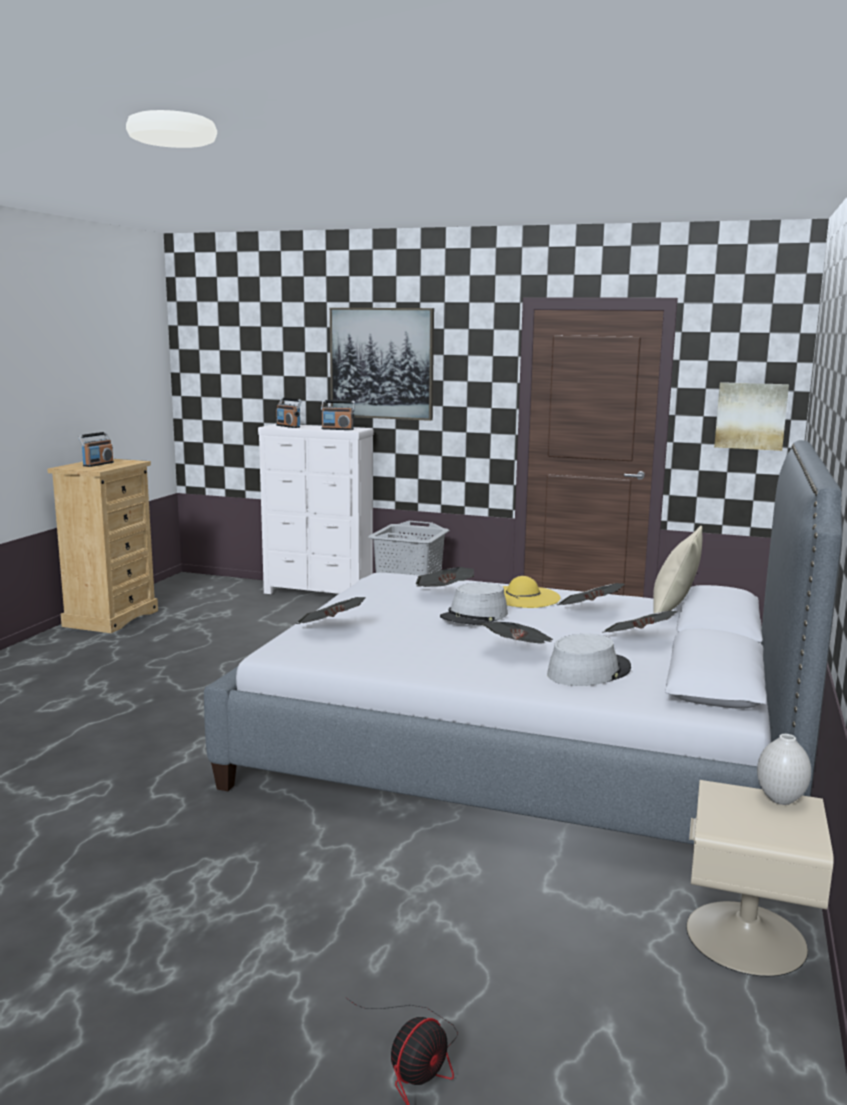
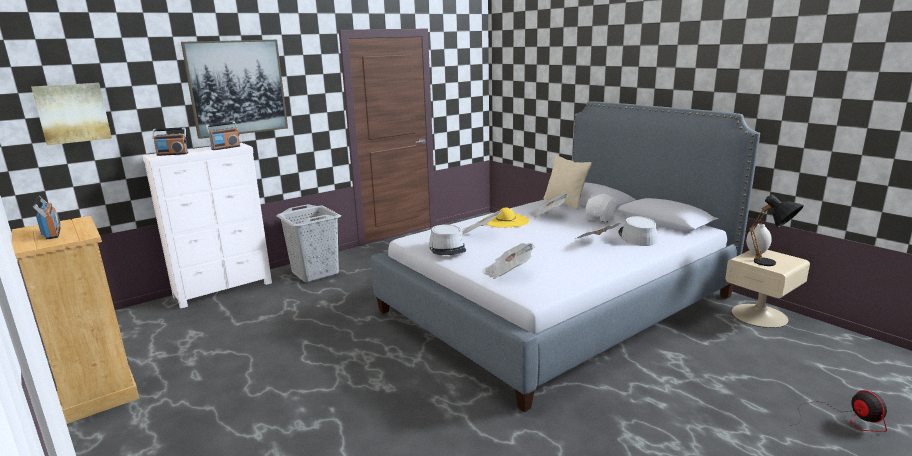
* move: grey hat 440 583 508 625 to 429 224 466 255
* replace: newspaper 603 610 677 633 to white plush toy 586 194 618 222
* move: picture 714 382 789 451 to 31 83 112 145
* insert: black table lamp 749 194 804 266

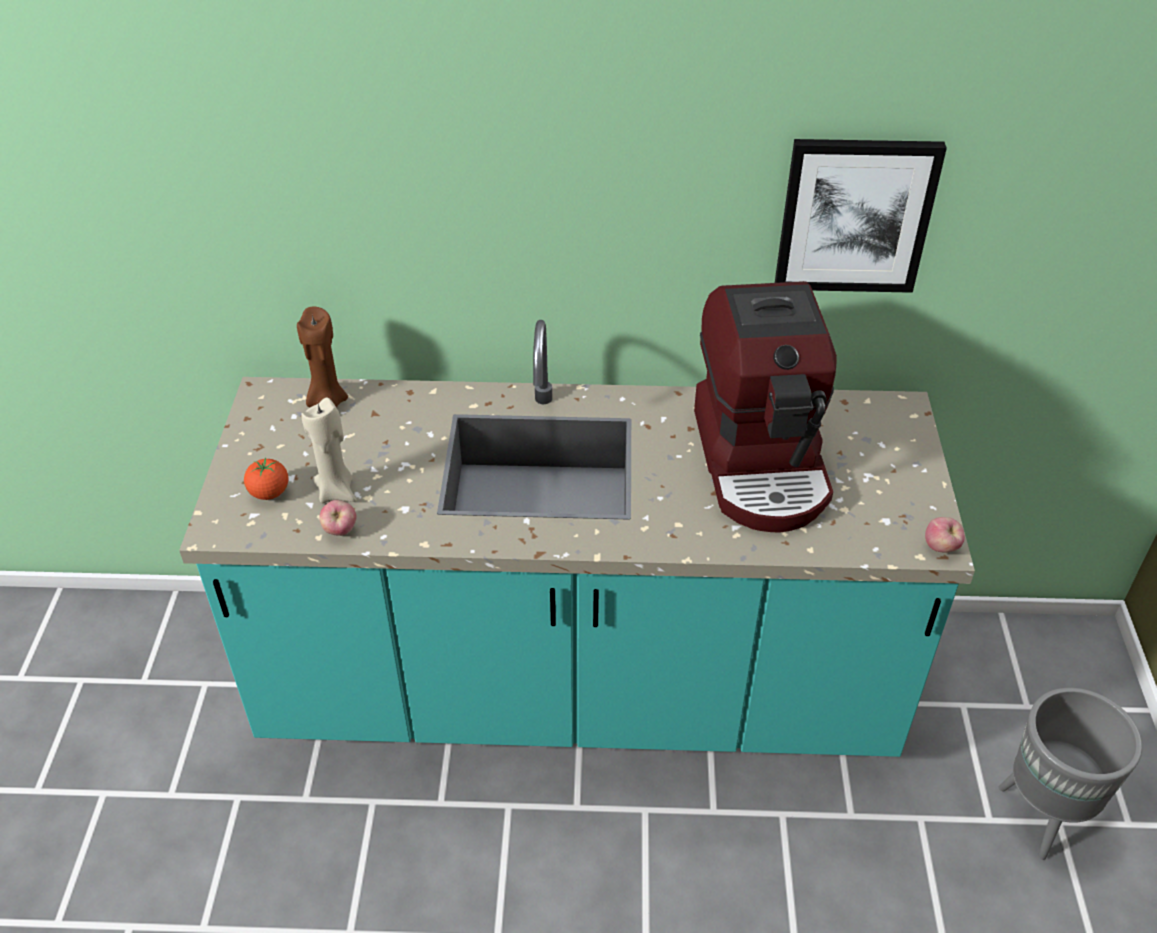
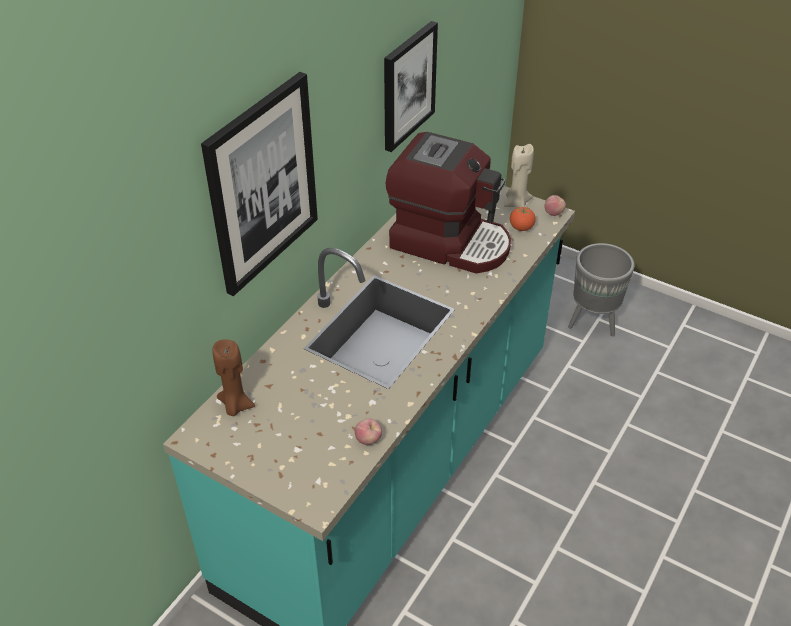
* move: tomato 244 457 288 500 to 510 207 536 231
* move: beige candle 301 398 356 503 to 504 144 534 208
* insert: picture 201 72 318 296

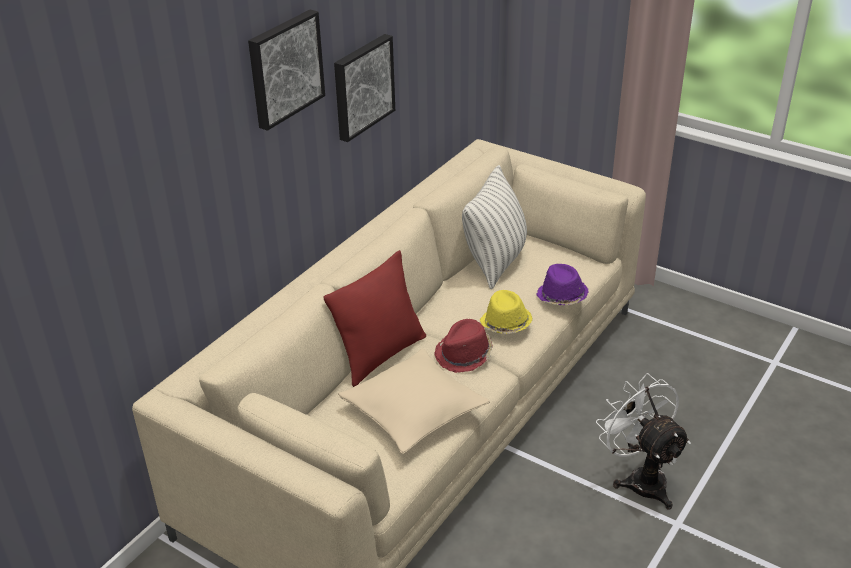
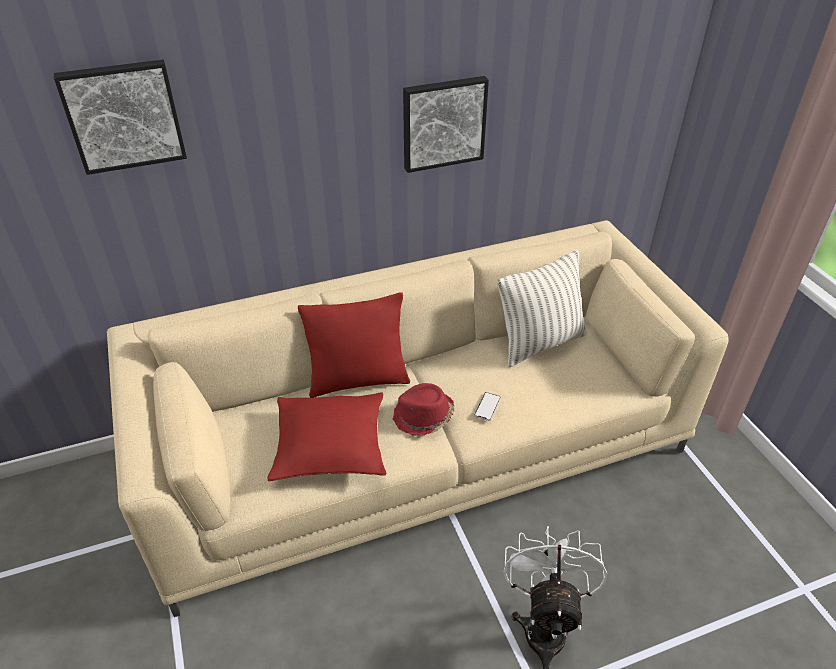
* move: picture 248 10 325 131 to 54 59 187 175
* recolor: beige pillow 338 348 490 454 to red pillow 267 392 387 481
* replace: yellow hat 480 290 532 334 to phone 474 392 501 421
* delete: purple hat 537 264 588 305

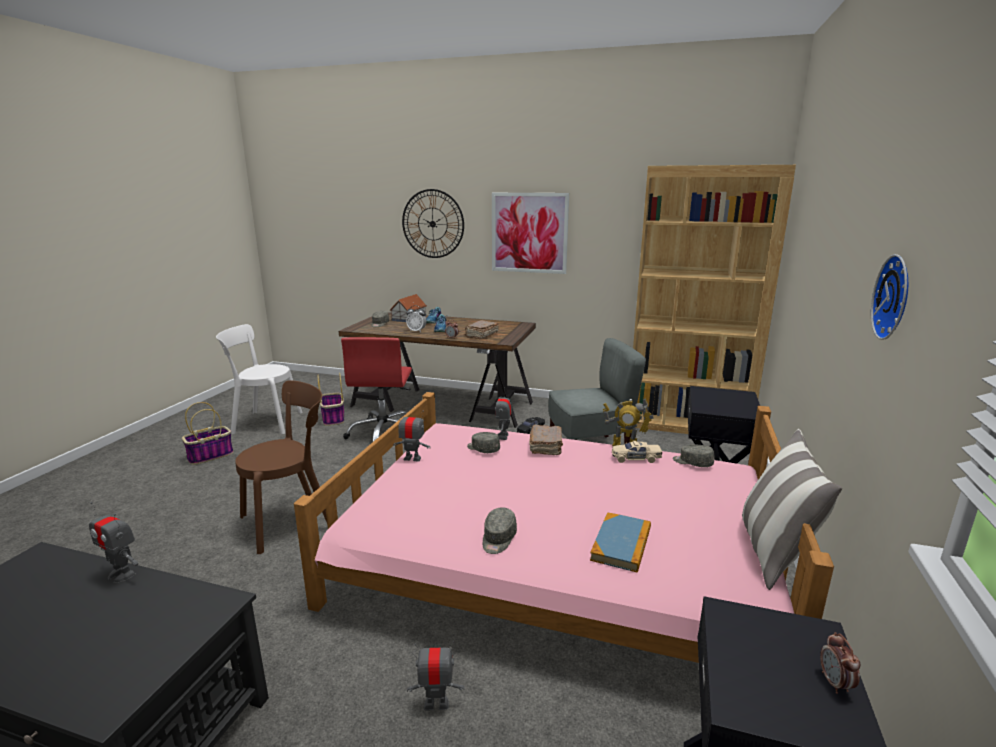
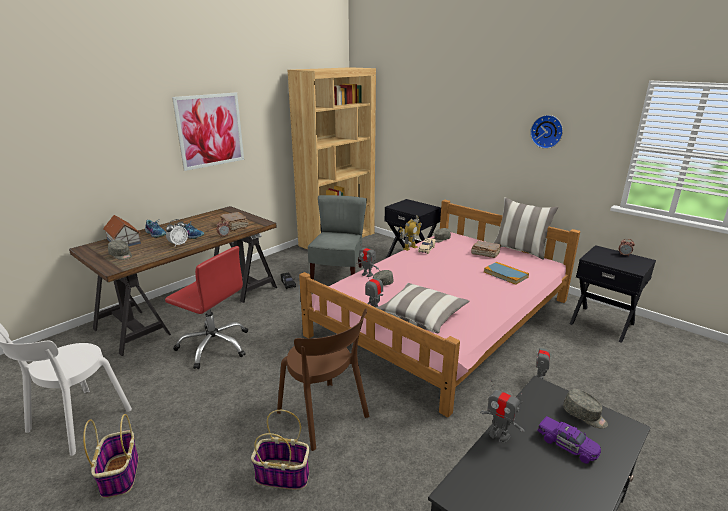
* rotate: toy robot 89 502 138 583 = 480 380 525 442 75 degrees clockwise
* rotate: brown chair 235 380 327 554 = 277 308 369 451 150 degrees clockwise
* move: basket 318 373 344 426 to 251 410 309 490
* delete: wall clock 402 189 464 258
* move: grey cap 483 507 517 554 to 563 389 608 428
* move: brown book 529 425 563 455 to 471 241 501 258
* insert: pillow 376 283 469 333
* insert: purple toy car 537 416 601 464

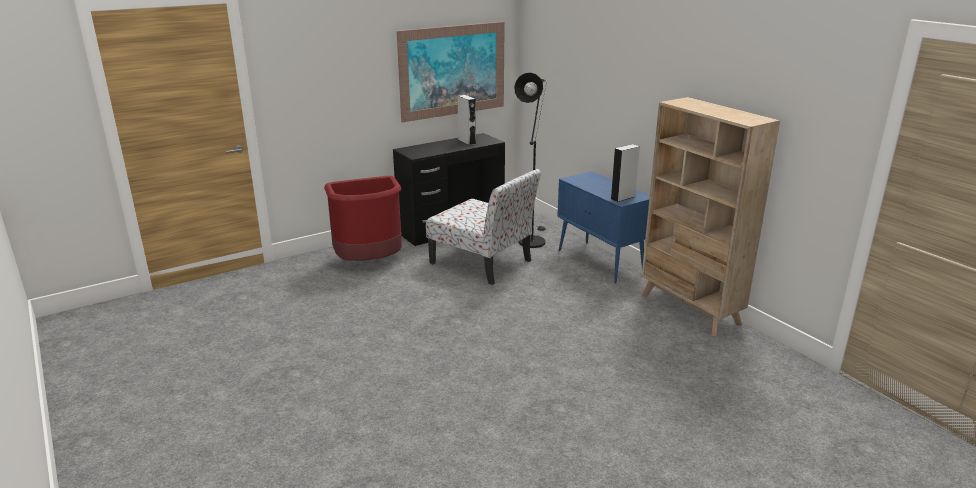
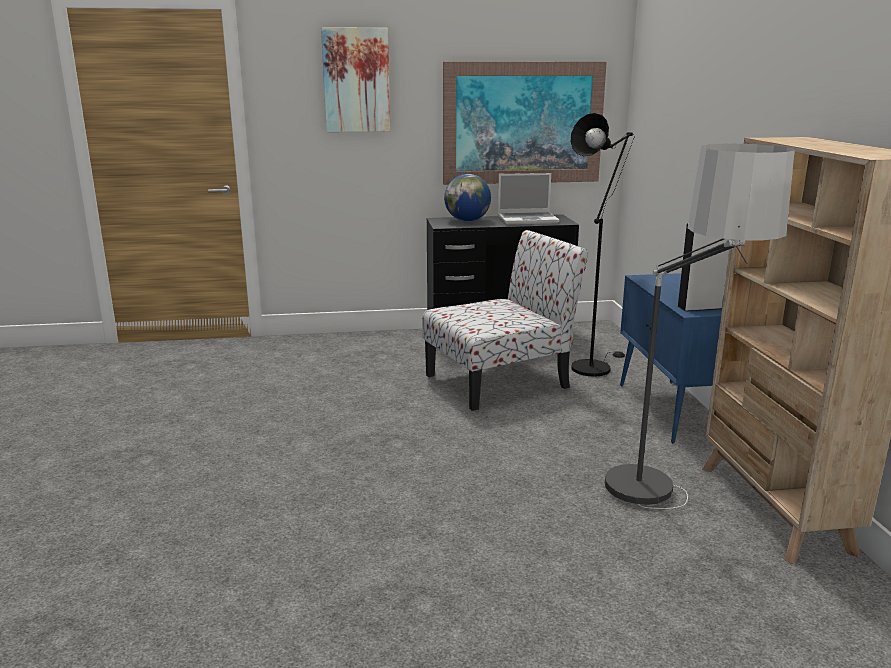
* delete: red trash can 324 176 402 261
* rotate: chair 426 169 541 285 = 422 230 589 411 90 degrees counterclockwise
* replace: grey speaker 457 95 476 145 to laptop 498 173 560 225
* insert: picture 321 27 390 132
* insert: globe 444 174 491 222
* insert: floor lamp 605 144 795 509

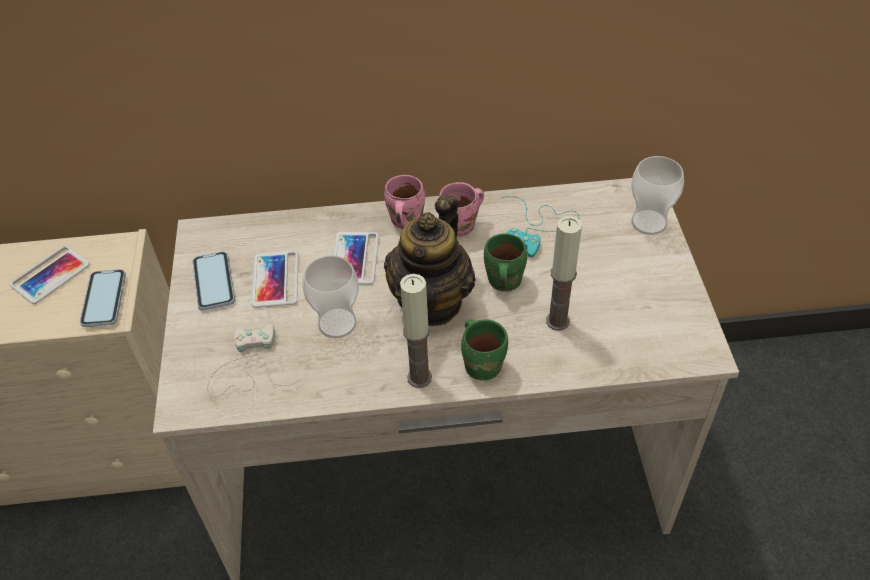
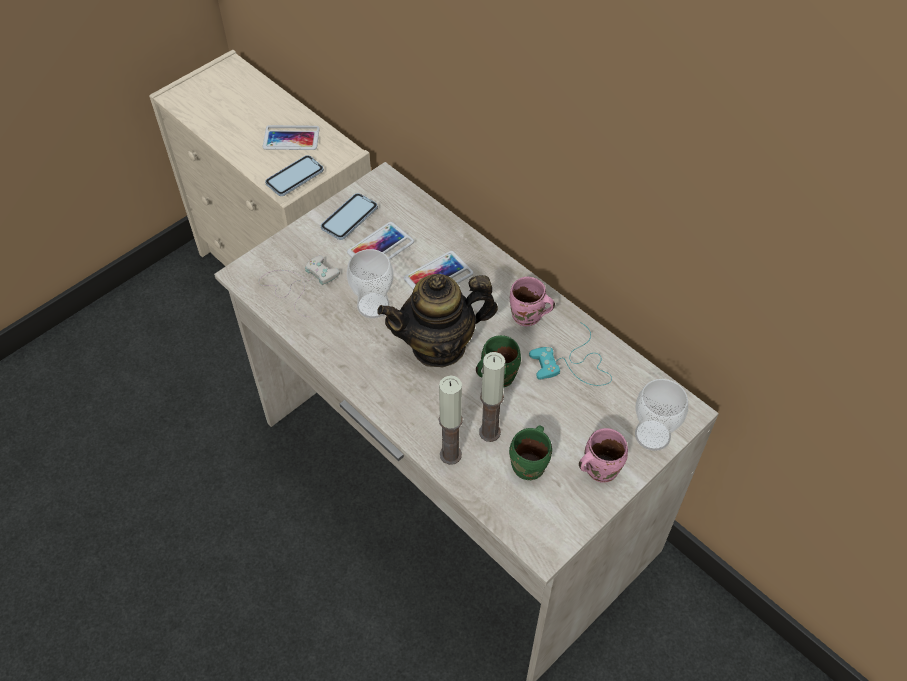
* move: pink mug 384 175 425 230 to 579 428 628 483
* move: candle 400 274 432 388 to 439 375 463 465
* move: green mug 461 319 508 381 to 509 425 552 480

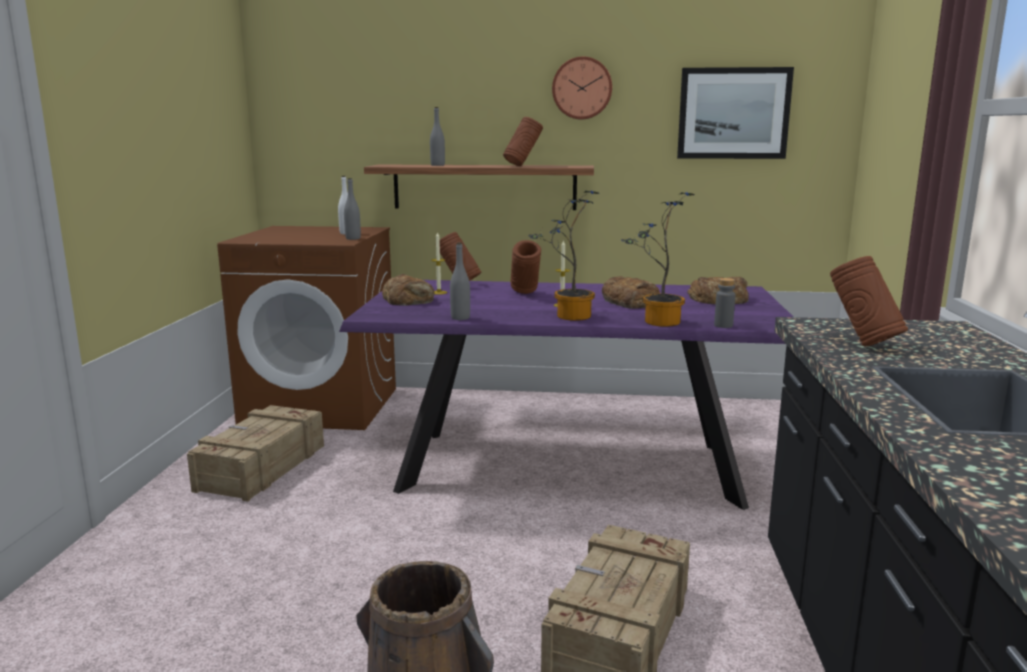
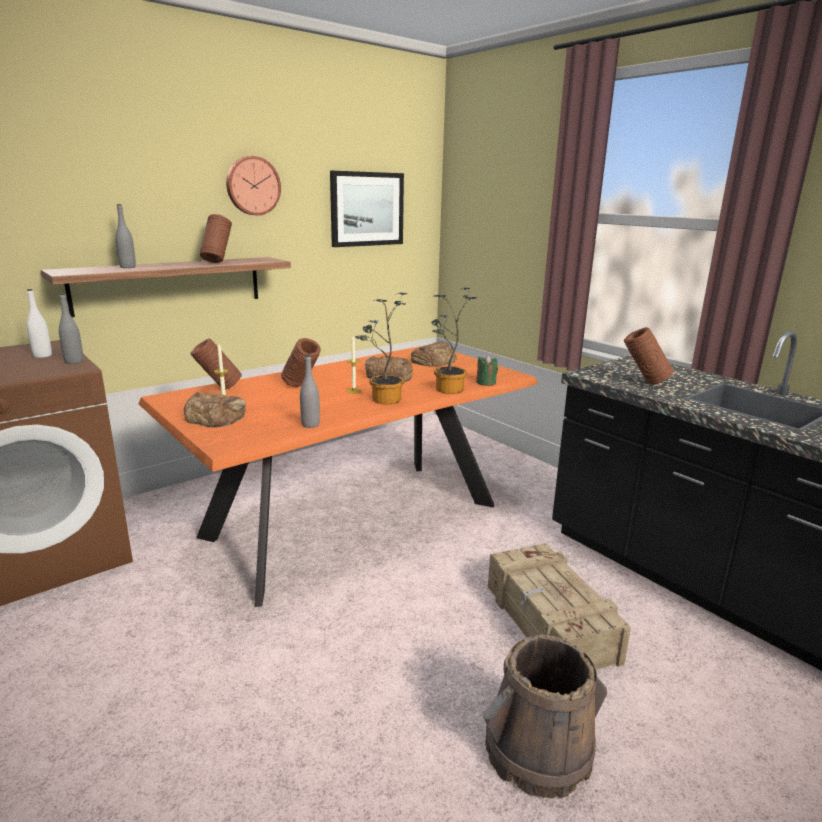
* delete: crate 187 405 324 502
* recolor: purple dining table 339 280 793 510 to orange dining table 139 346 538 607
* replace: grey bottle 714 278 735 328 to green candle 476 355 498 386

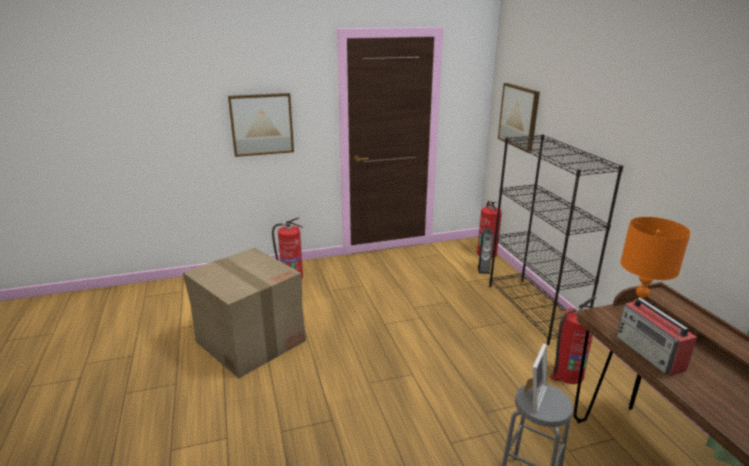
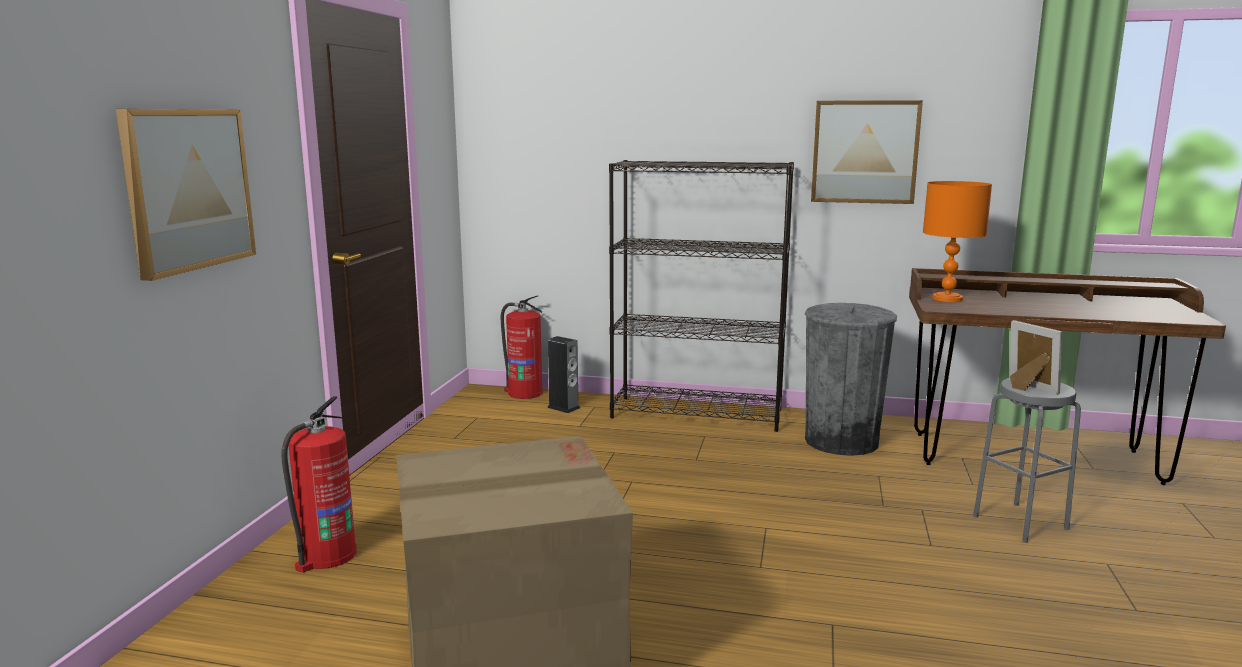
* move: picture 498 83 540 153 to 811 100 923 204
* replace: fire extinguisher 550 296 596 384 to grey trash can 805 303 897 456
* delete: radio 616 298 697 376

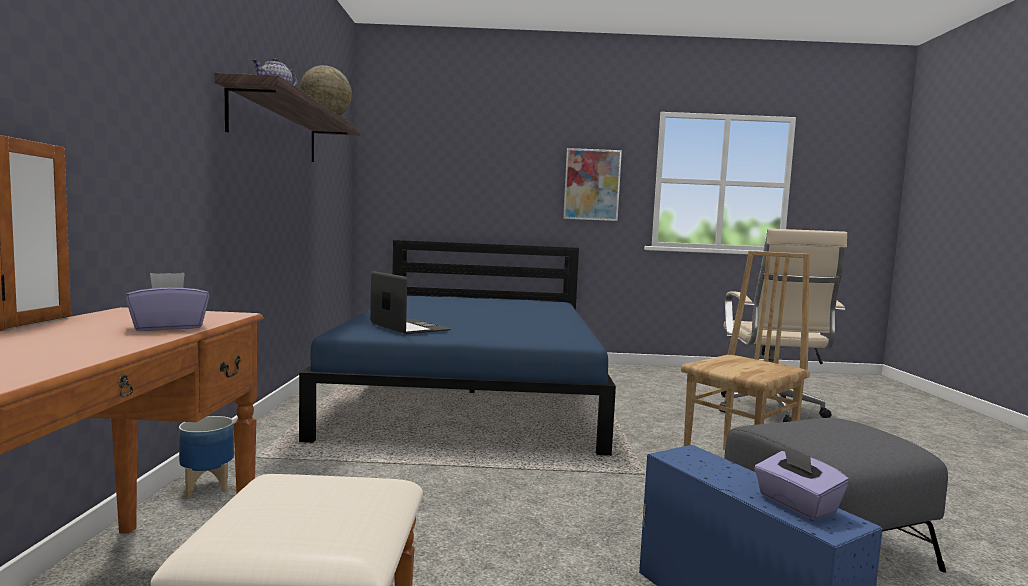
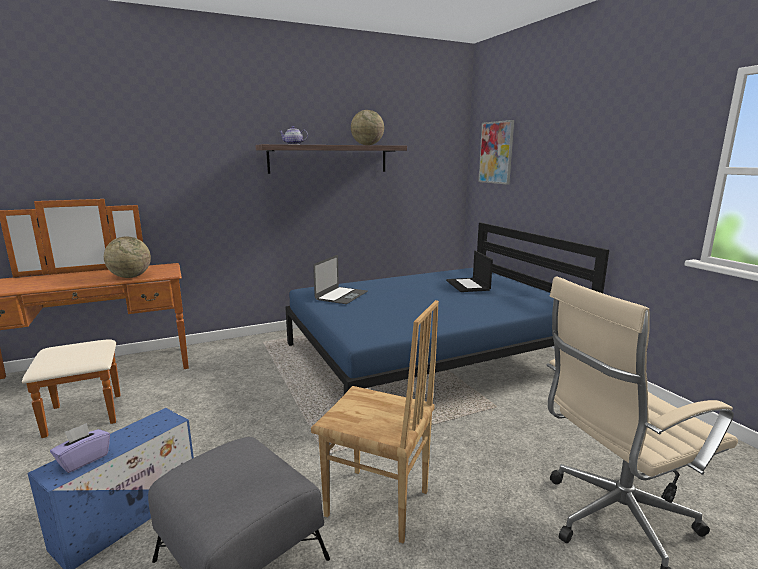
* replace: purple tissue box 125 273 209 331 to globe 104 237 151 278
* delete: planter 179 416 234 497
* move: picture 563 148 622 221 to 478 120 514 185
* insert: laptop 446 251 493 292

